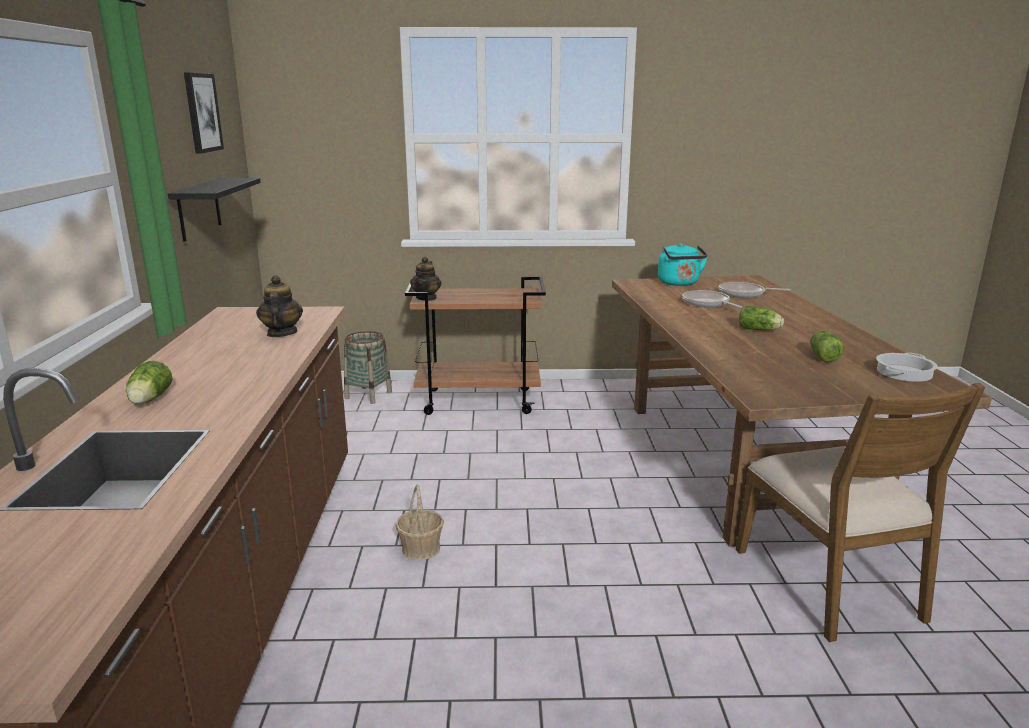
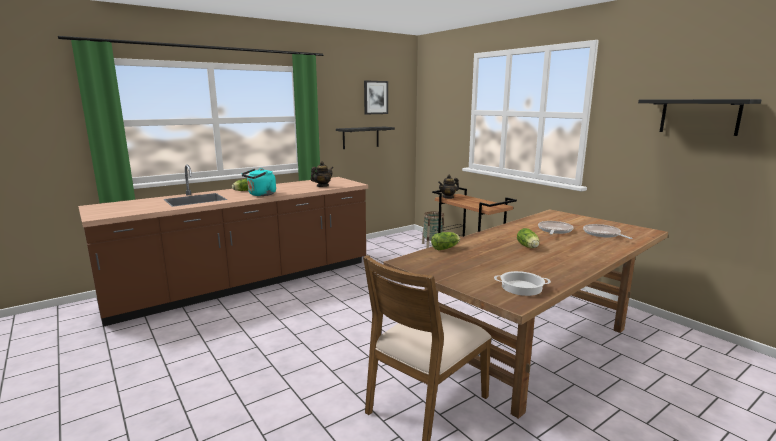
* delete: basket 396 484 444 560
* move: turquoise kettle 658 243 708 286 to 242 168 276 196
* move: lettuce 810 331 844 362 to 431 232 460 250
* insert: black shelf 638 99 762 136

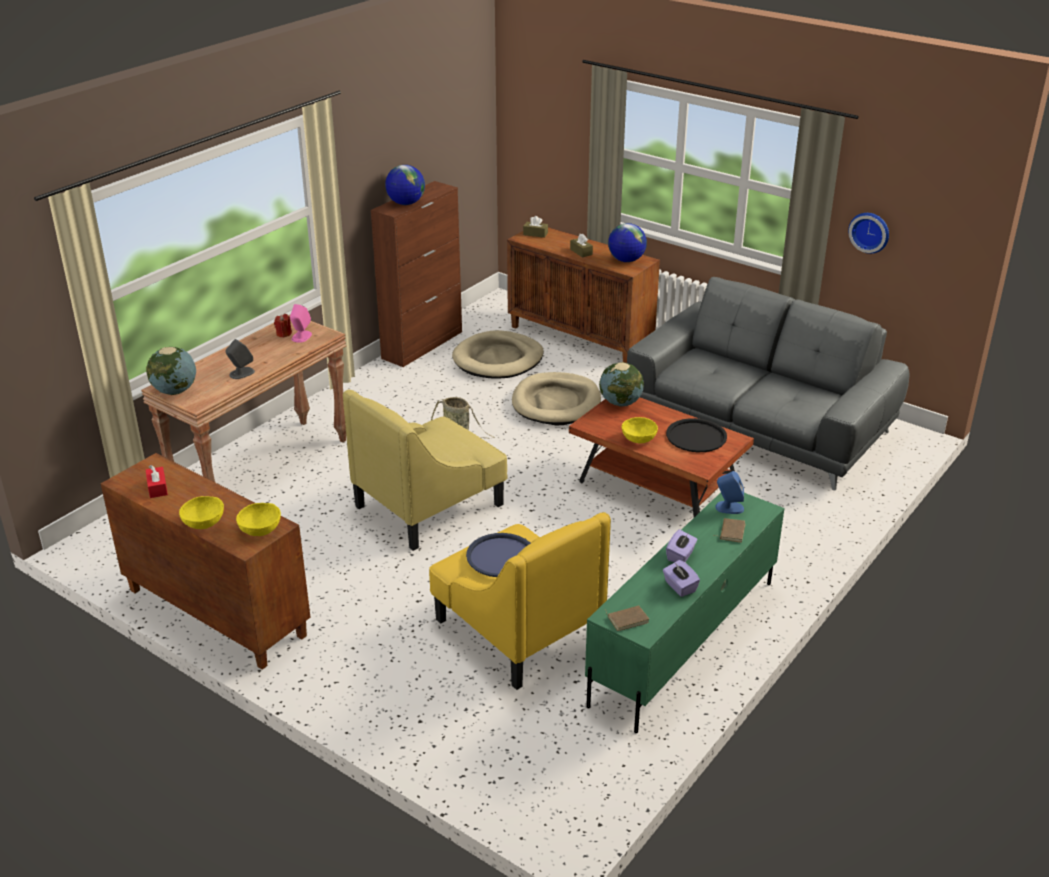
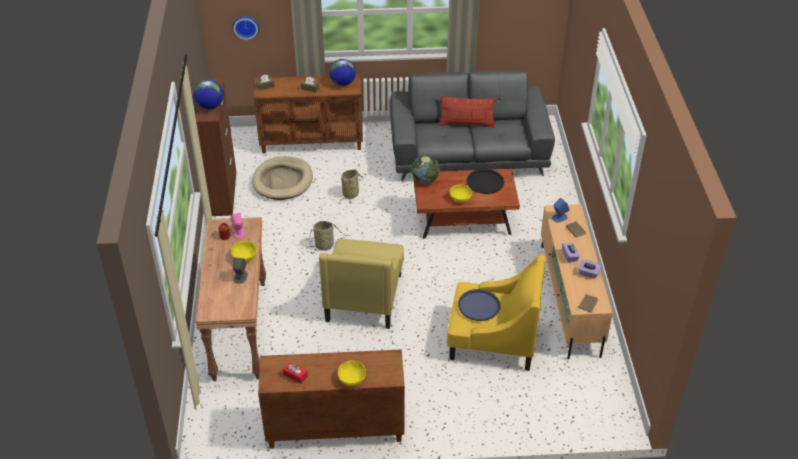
* delete: globe 146 347 196 395
* move: yellow bowl 236 503 281 536 to 231 241 257 262
* replace: beige dog bed 512 372 601 425 to basket 340 169 365 204
* recolor: green tv stand 585 493 784 733 to beige tv stand 541 204 613 359
* move: wall clock 848 213 889 254 to 232 16 259 40
* insert: pillow 439 96 496 128

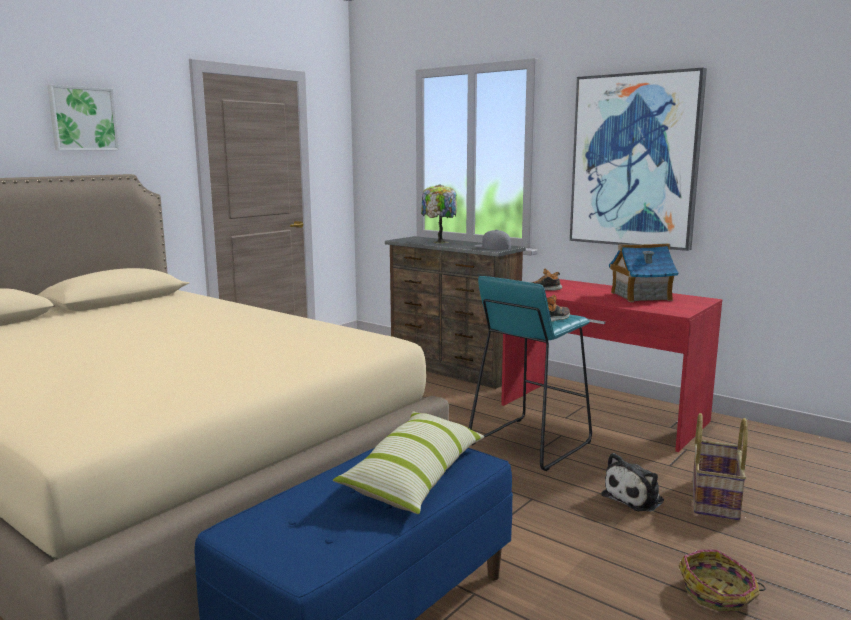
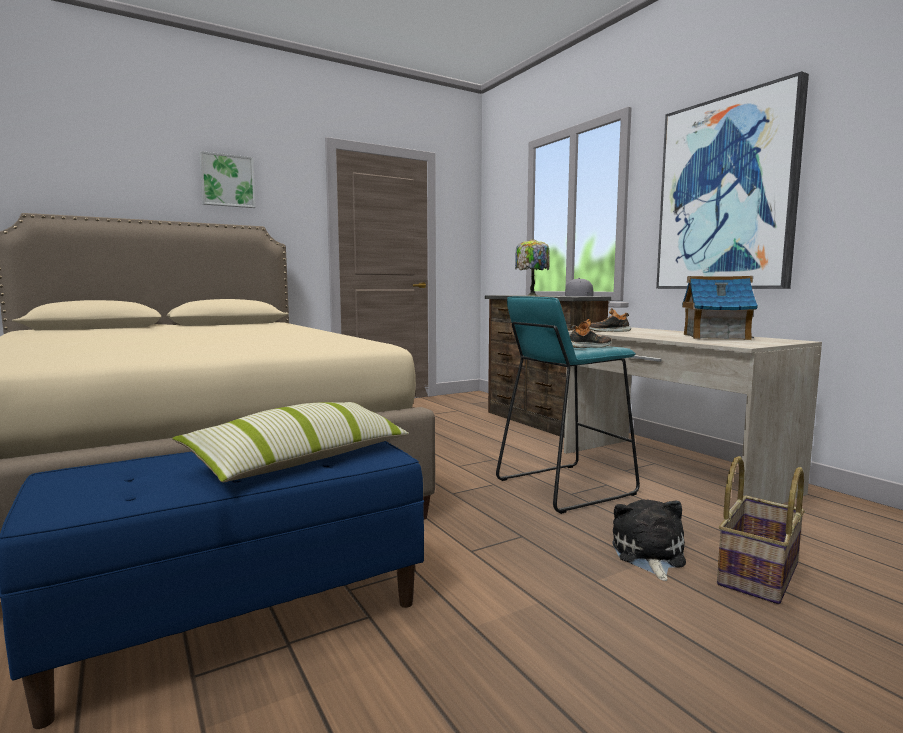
* recolor: red desk 501 279 722 452 to beige desk 564 327 822 504
* rotate: plush toy 601 453 664 512 = 612 499 686 581 120 degrees clockwise
* delete: basket 679 550 765 611

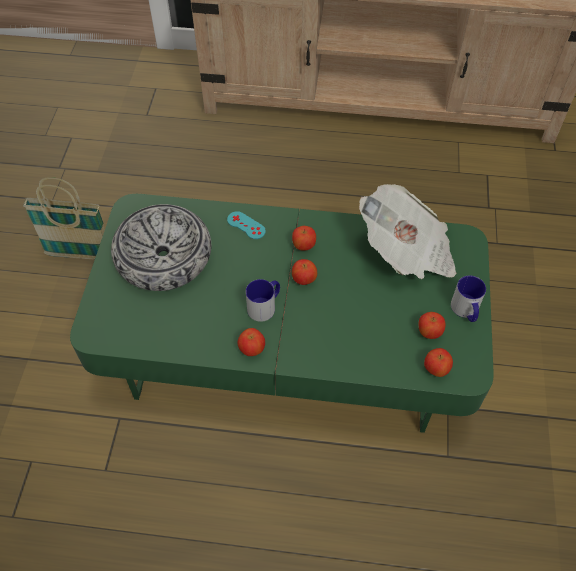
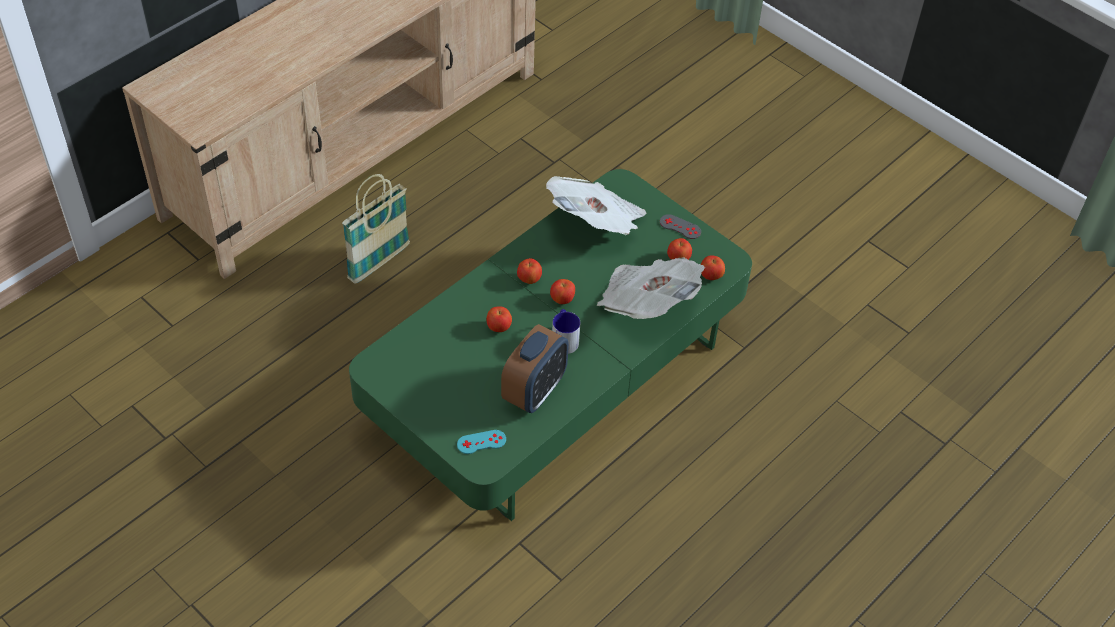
* move: basket 23 177 105 260 to 342 174 410 284
* delete: bowl 111 204 211 291
* move: turquoise game controller 227 211 266 239 to 457 430 506 454
* move: apple 237 328 265 356 to 486 306 512 332
* replace: mug 451 276 486 322 to grey game controller 660 214 701 239
* insert: alarm clock 501 324 569 413
* insert: newspaper 597 258 705 319

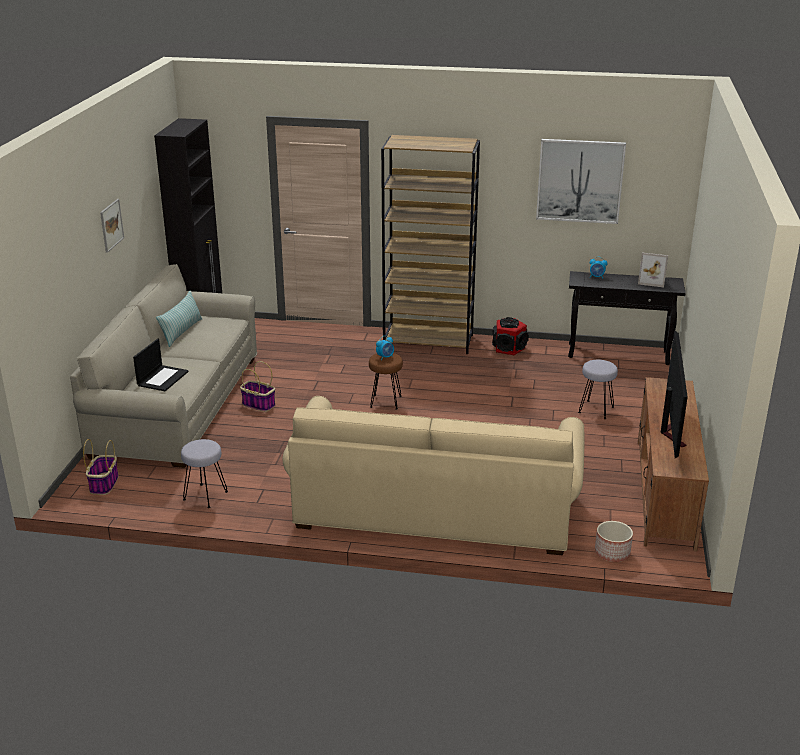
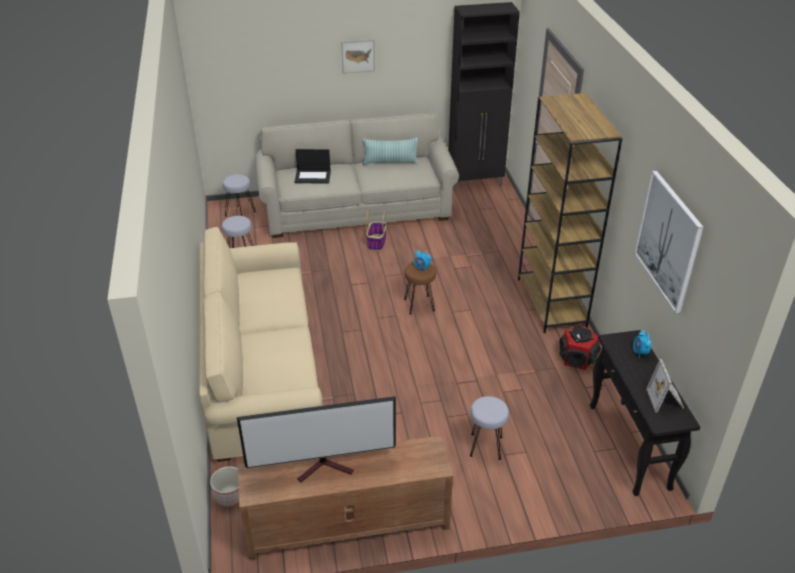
* replace: basket 83 439 119 495 to grey stool 223 174 256 217

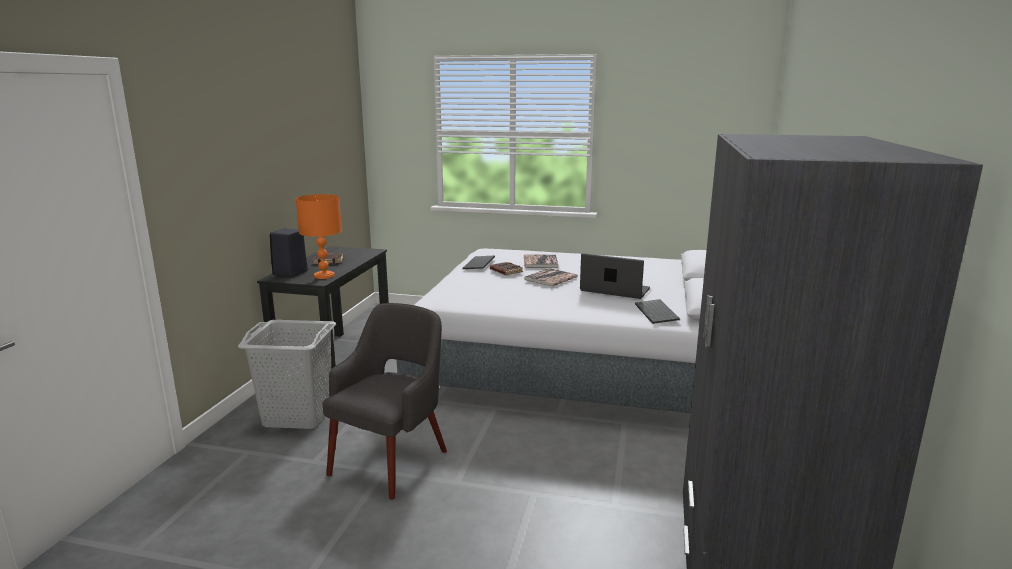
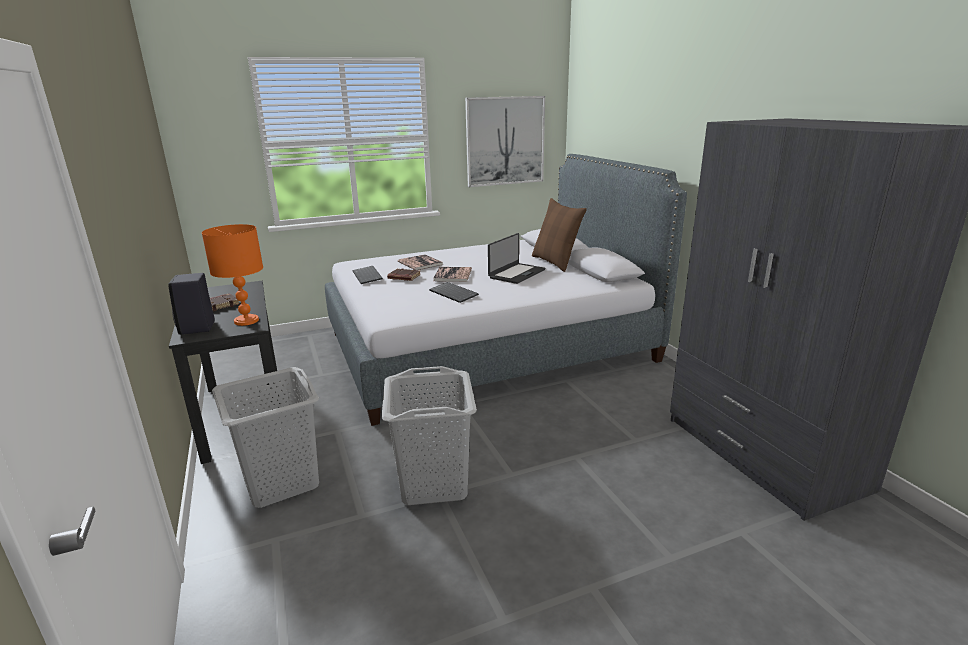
* replace: grey armchair 322 303 447 500 to grey laundry basket 382 366 477 505
* rotate: laptop 580 253 650 299 = 488 233 545 284 135 degrees clockwise
* move: keyboard 635 299 680 324 to 429 282 479 303
* insert: picture 465 96 545 187
* insert: brown pillow 532 198 587 272

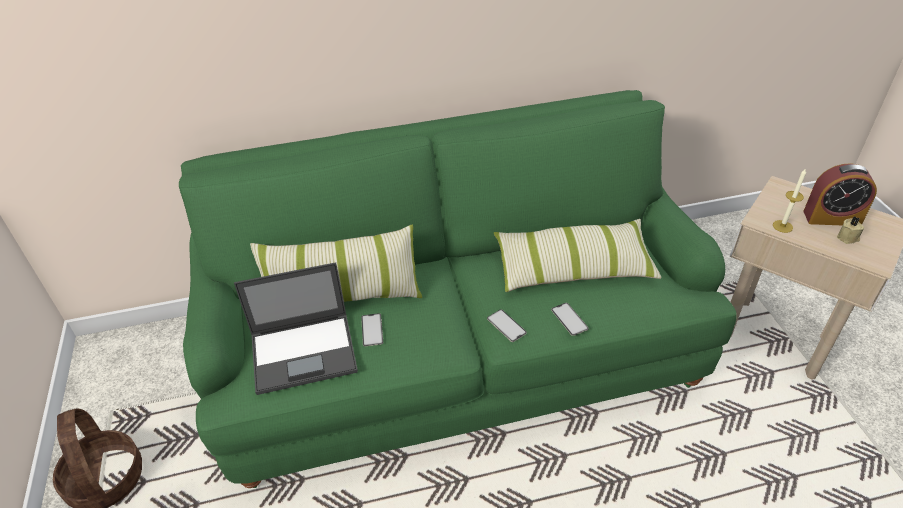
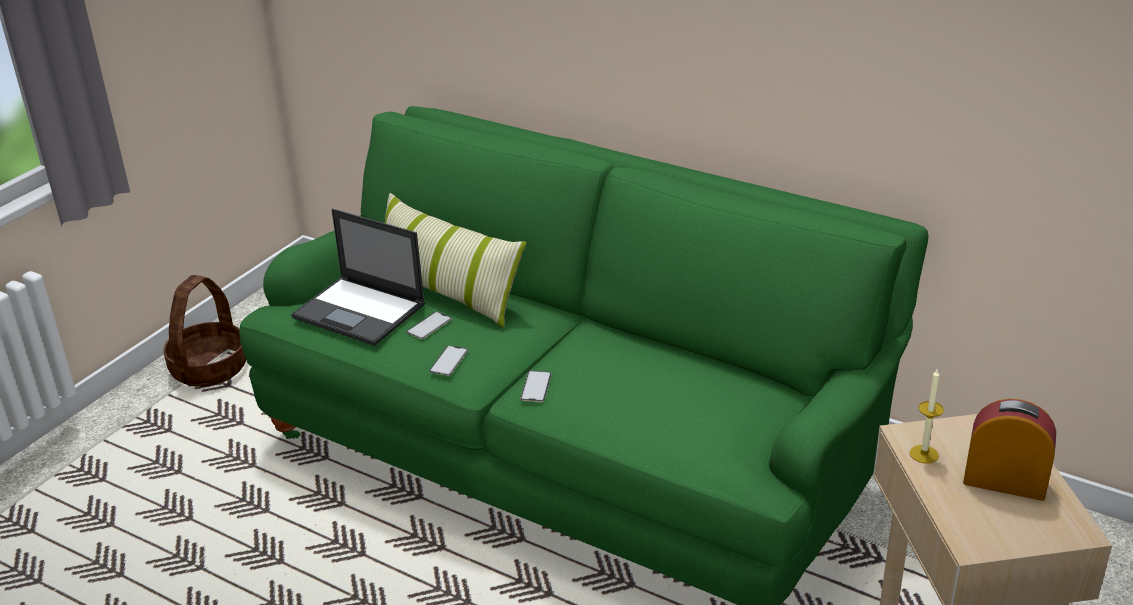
* delete: pillow 494 219 661 292
* move: phone 551 303 589 336 to 429 345 468 376
* rotate: alarm clock 803 163 877 225 = 963 399 1056 501 150 degrees clockwise
* delete: beige candle 837 216 864 244

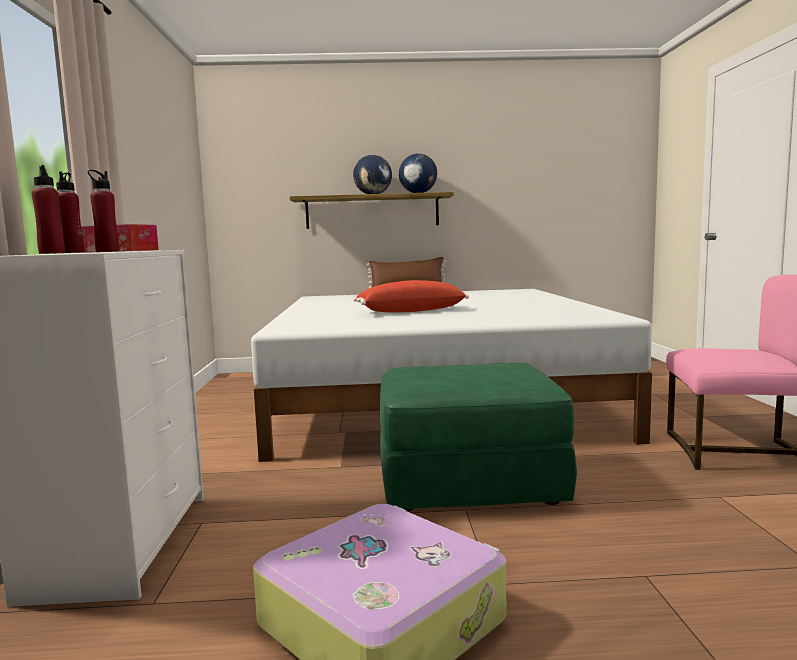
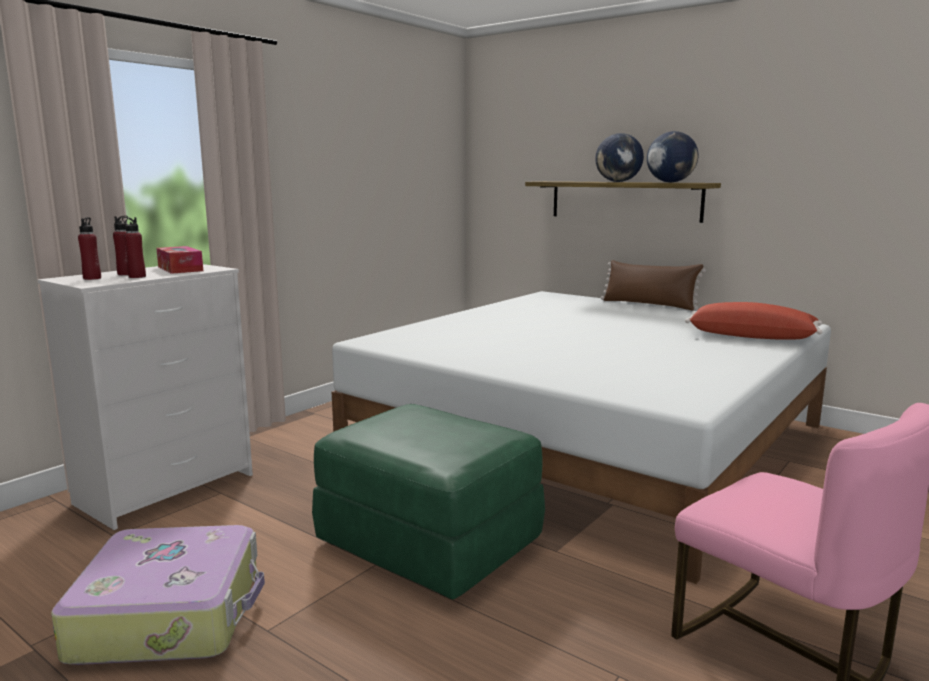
* move: red pillow 353 280 469 313 to 685 302 822 340

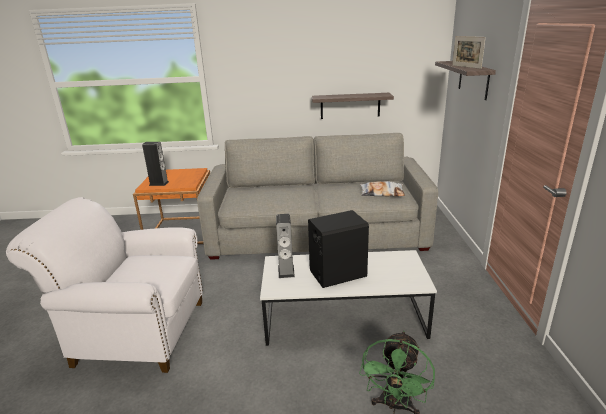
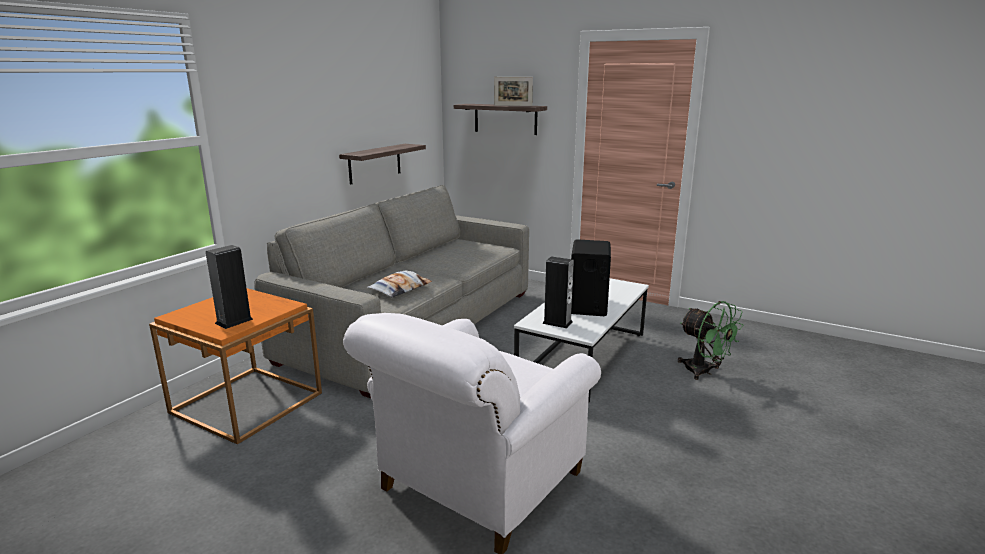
* move: pillow 360 181 405 196 to 367 271 432 298

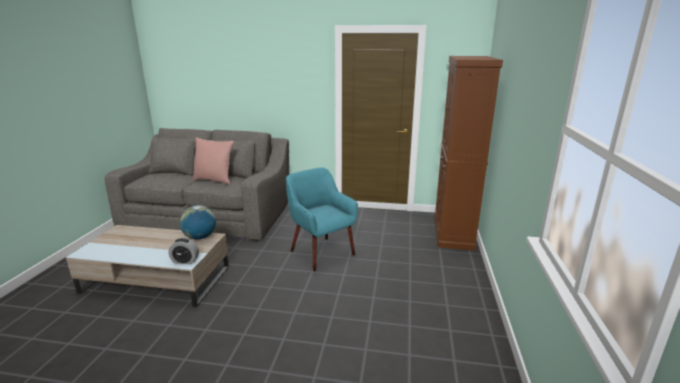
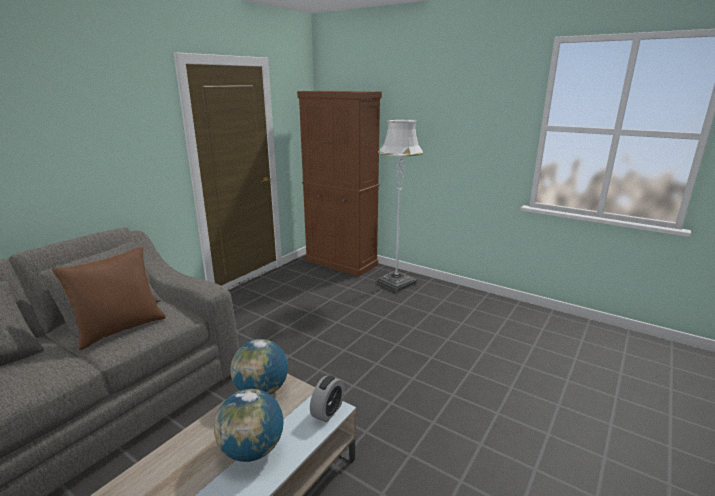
* recolor: pink pillow 193 137 234 185 to brown pillow 52 246 166 350
* delete: turquoise armchair 286 167 358 271
* insert: globe 214 389 284 462
* insert: white floor lamp 376 119 424 293

